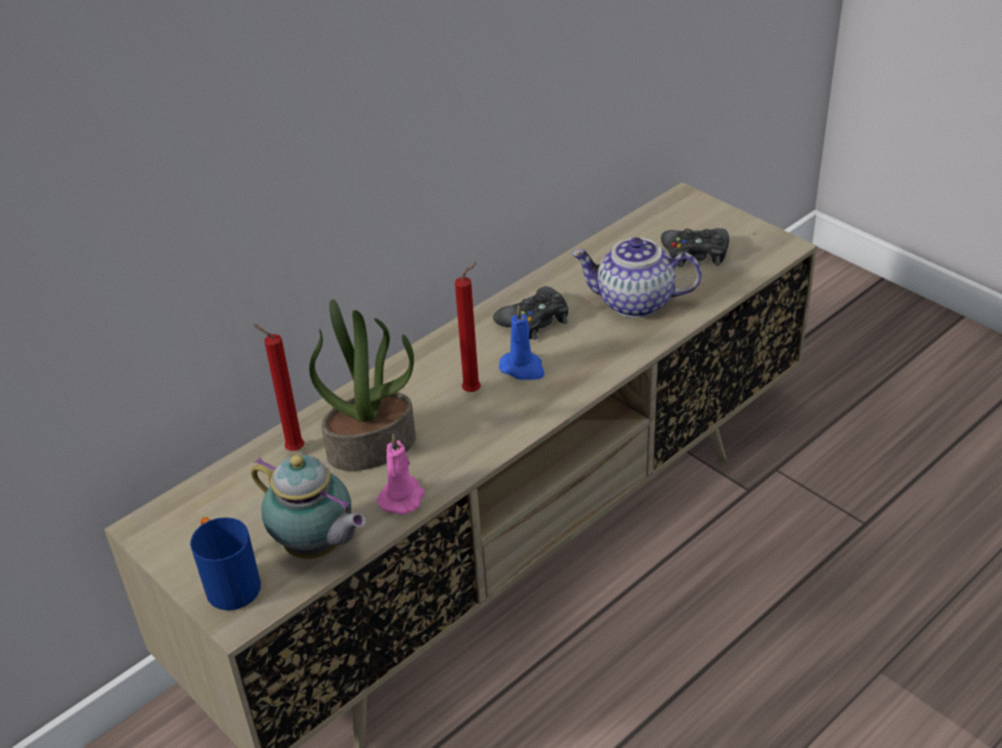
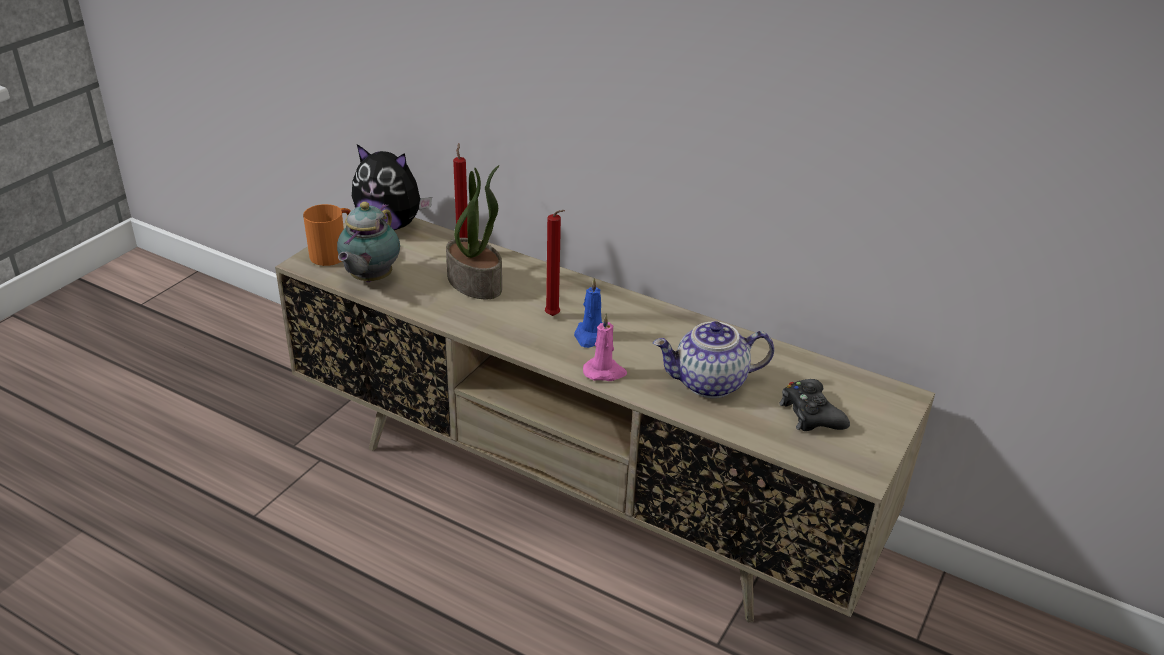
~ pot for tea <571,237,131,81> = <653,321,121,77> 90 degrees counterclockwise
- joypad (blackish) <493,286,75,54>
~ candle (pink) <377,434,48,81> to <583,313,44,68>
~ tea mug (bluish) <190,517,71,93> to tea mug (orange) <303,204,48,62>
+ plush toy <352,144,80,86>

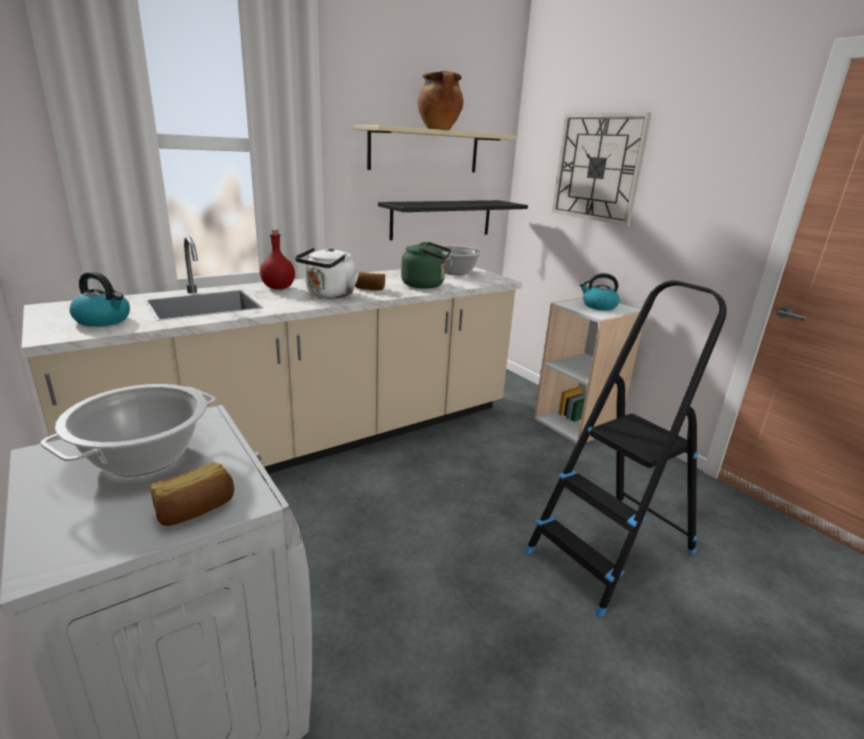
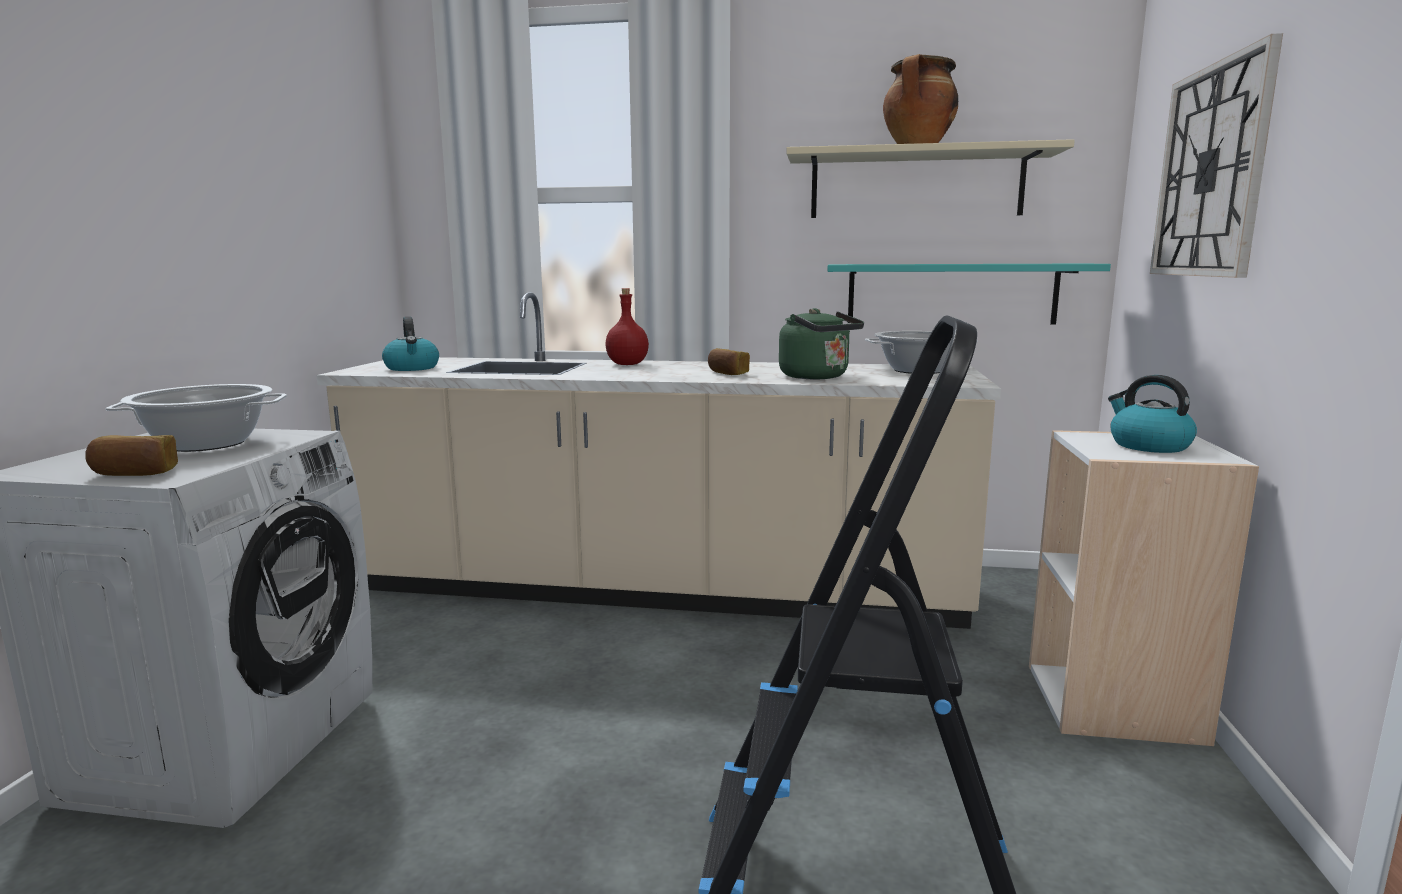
~ bracket shelf (blackish) <378,200,150,40> to bracket shelf (turquoise) <827,264,284,61>
- kettle (white-coloured) <295,247,64,51>

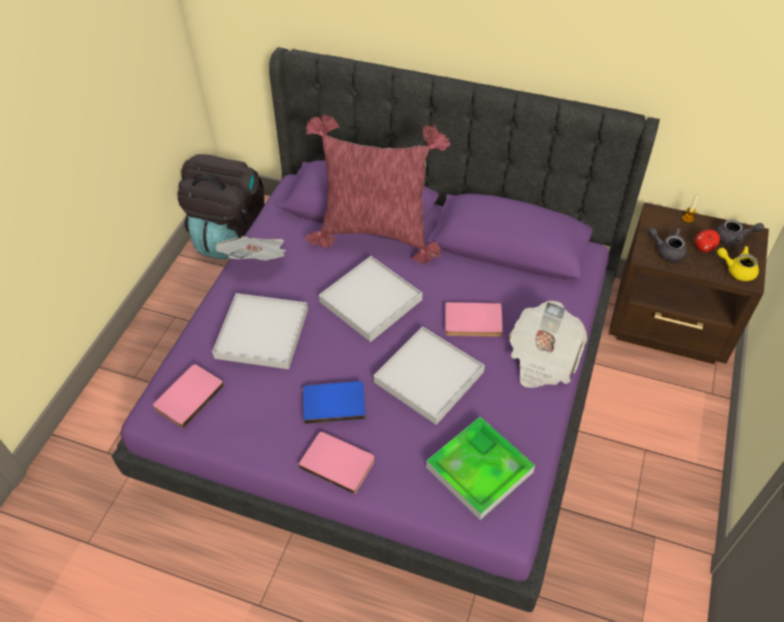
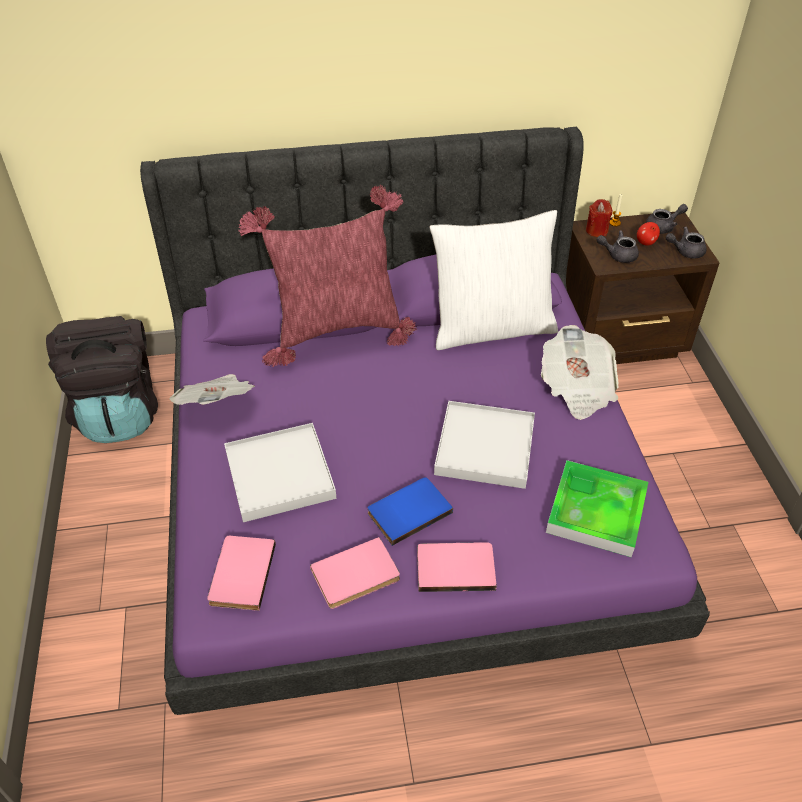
~ pot for tea (yellow) <717,246,42,35> to pot for tea (greyish) <666,227,41,31>
- carrying tray (white-coloured) <319,256,103,86>
~ bound book (pink) <445,302,58,35> to <310,537,90,72>
+ candle (reddish) <586,199,27,38>
+ cushion (white-coloured) <429,210,129,140>

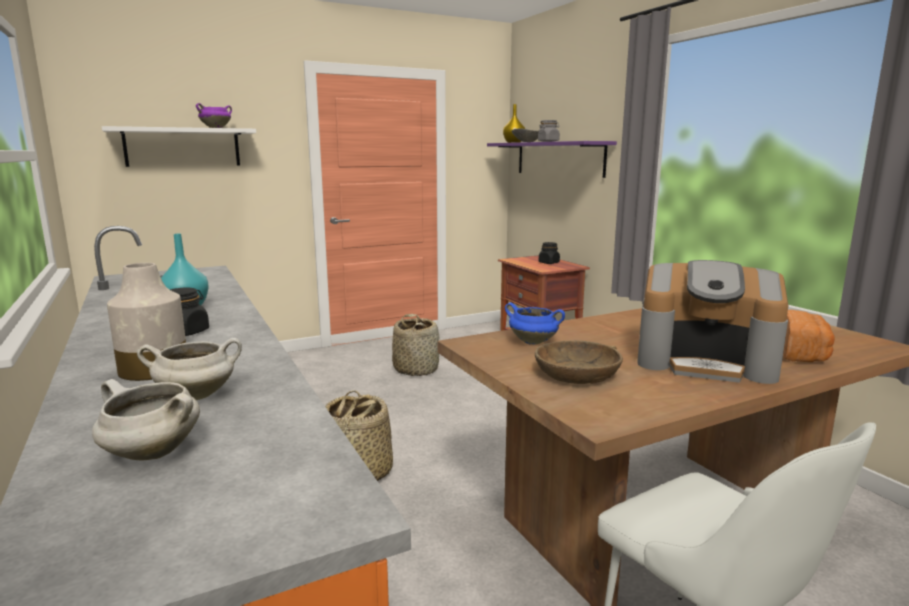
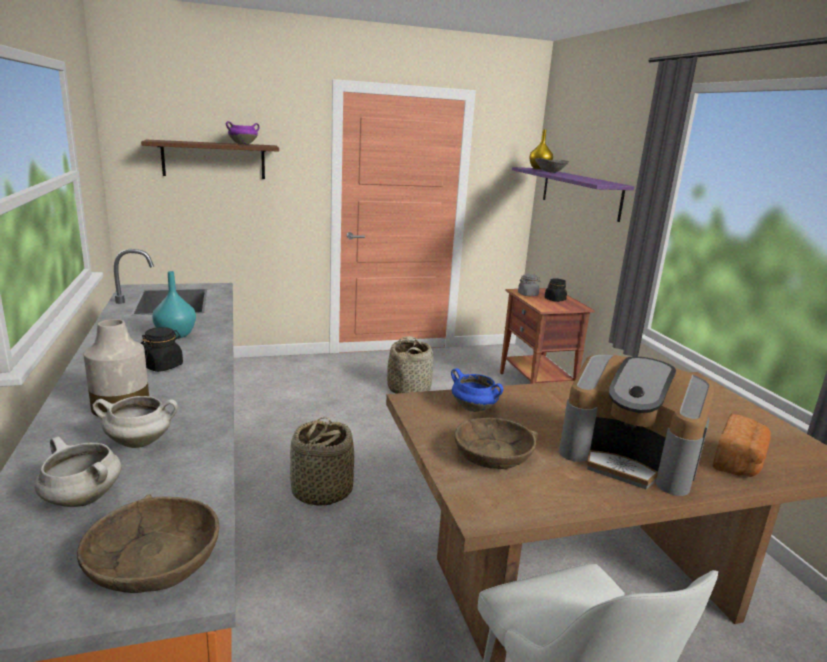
~ preserve jar (greyish) <538,120,22,22> to <518,274,23,22>
~ bracket shelf (white-coloured) <102,126,154,41> to bracket shelf (brown) <141,140,138,39>
+ bowl (brown) <77,494,142,99>

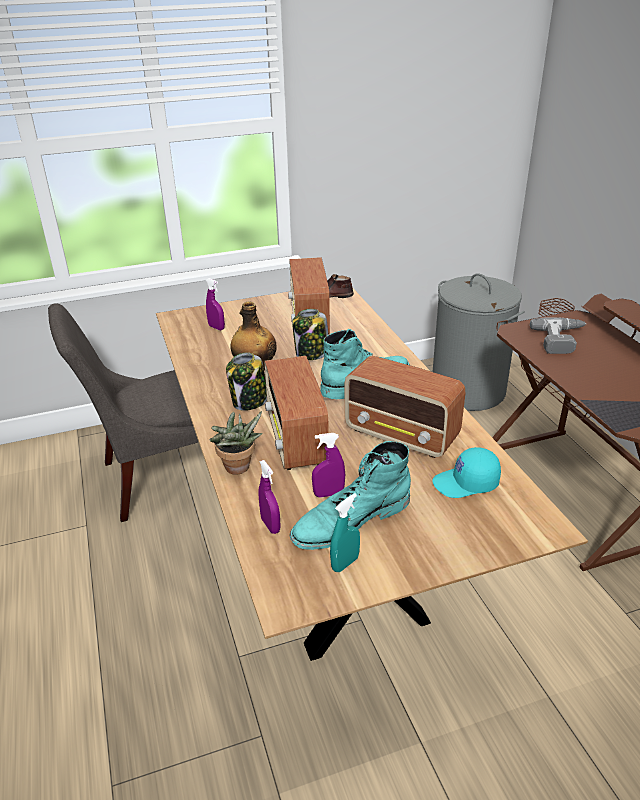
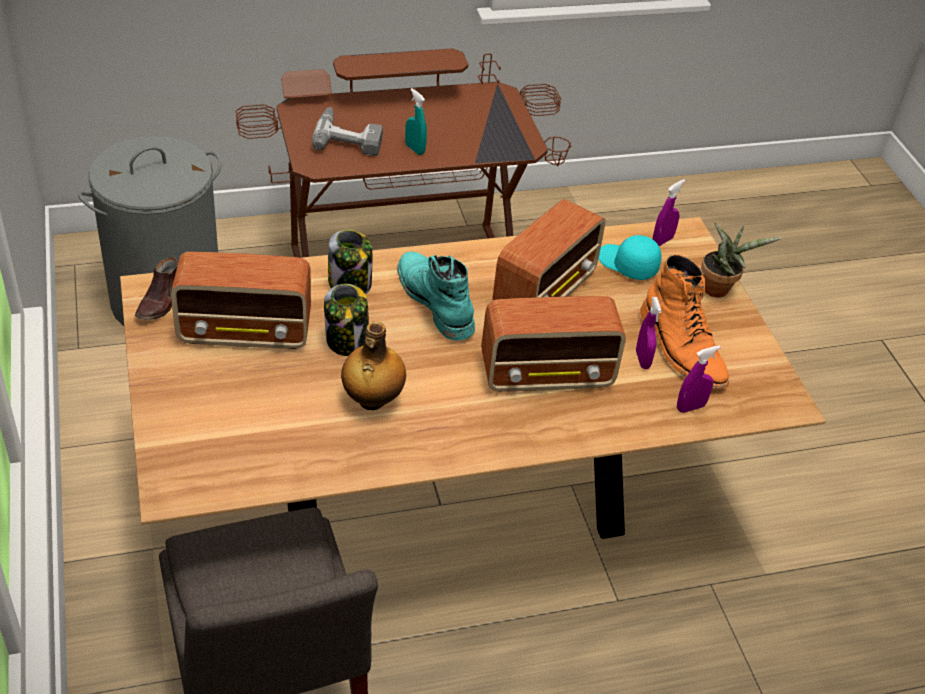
~ hand sprayer (purple-coloured) <206,278,19,52> to <653,179,32,67>
~ preserve jar <226,352,41,59> to <328,230,44,65>
~ plant in a pot <209,411,54,64> to <701,223,80,75>
~ high-top boot (turquoise) <290,441,121,109> to high-top boot (orange) <640,254,89,135>
~ baseball cap (turquoise) <433,447,68,51> = <599,235,63,45> 135 degrees clockwise
~ hand sprayer (turquoise) <330,493,30,79> to <405,88,22,67>

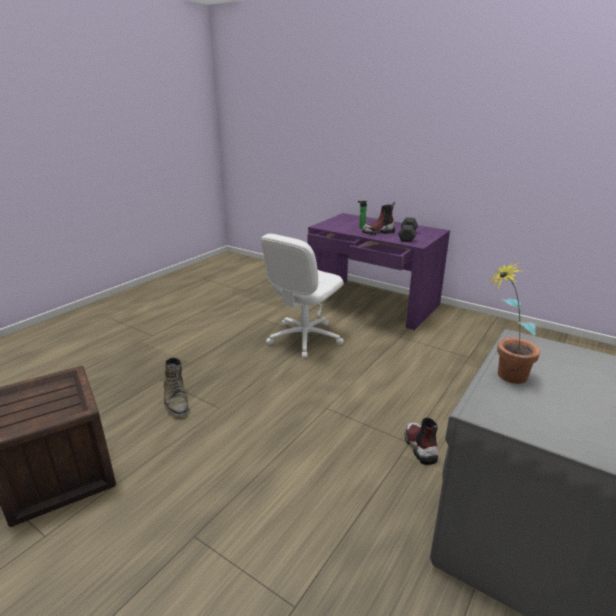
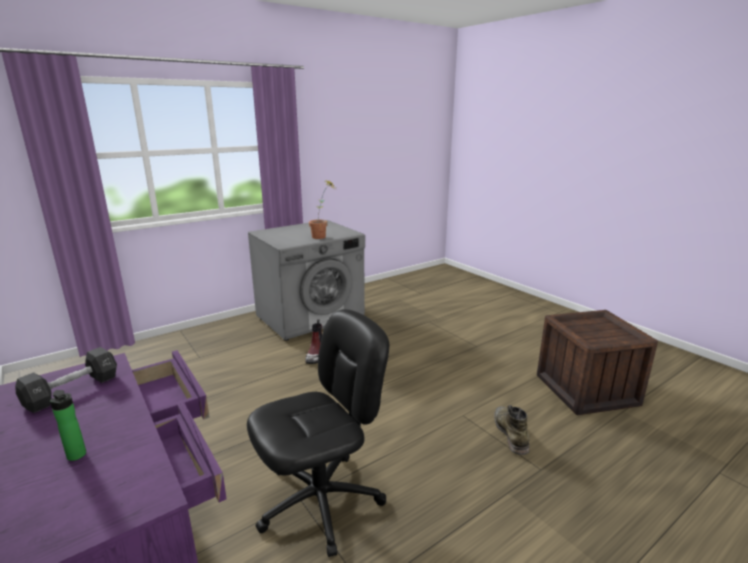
- high-top boot <362,202,33,33>
~ desk chair (white-coloured) <261,234,83,124> to desk chair (blackish) <247,309,142,248>

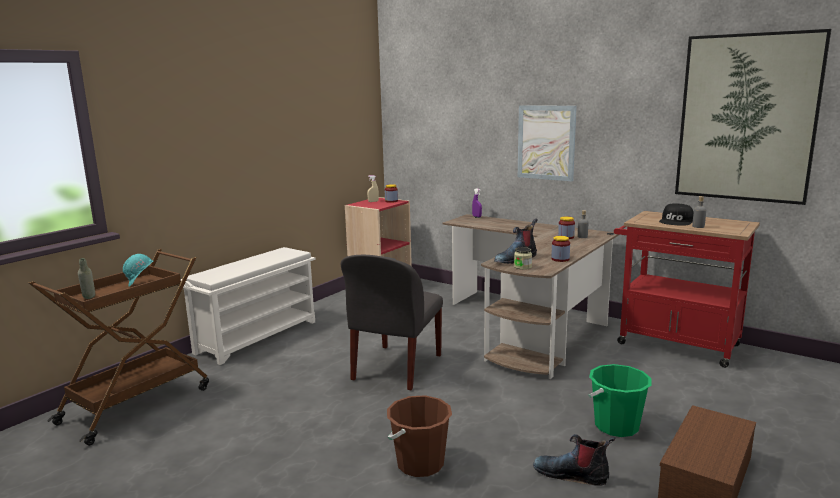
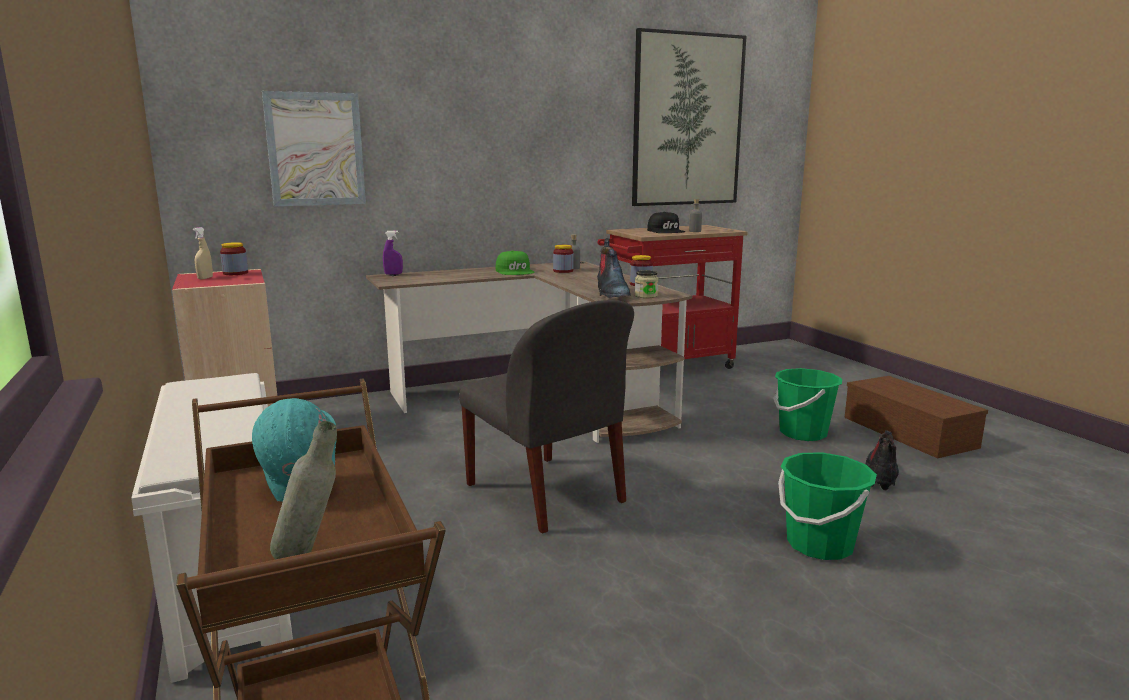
~ wall art <518,105,59,76> to <262,91,104,116>
~ pail (brown) <387,395,65,82> to pail (green-coloured) <778,452,99,108>
~ high-top boot <533,434,83,52> = <866,430,33,61> 150 degrees clockwise
+ baseball cap (green-coloured) <496,250,39,25>

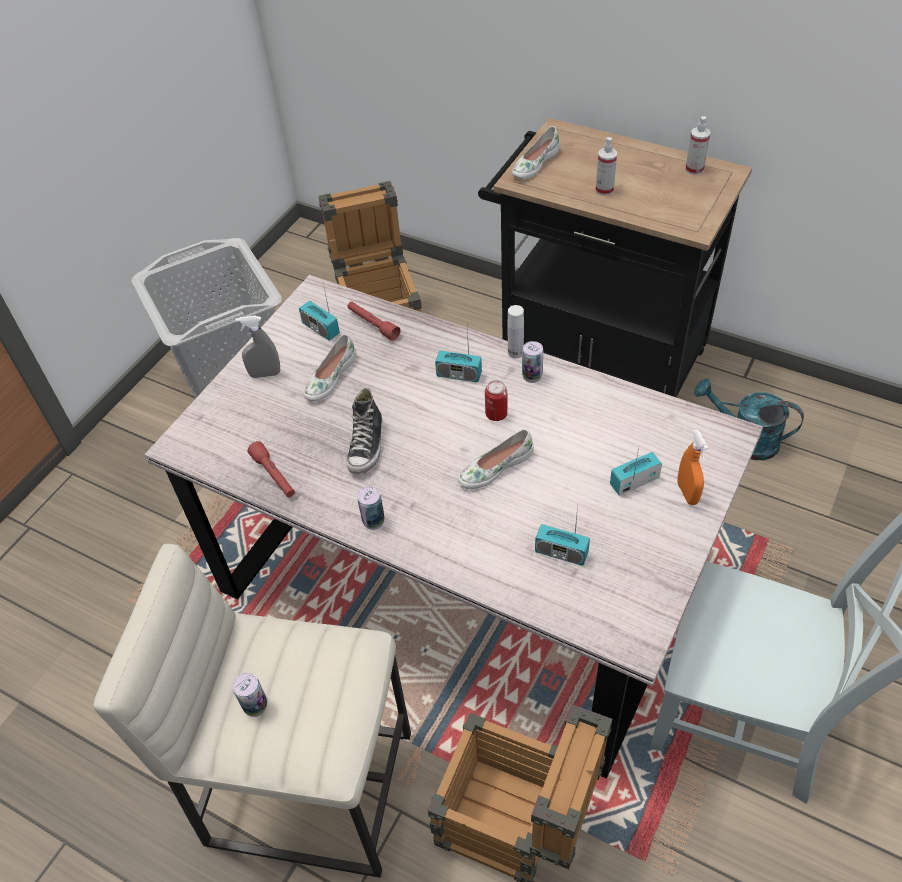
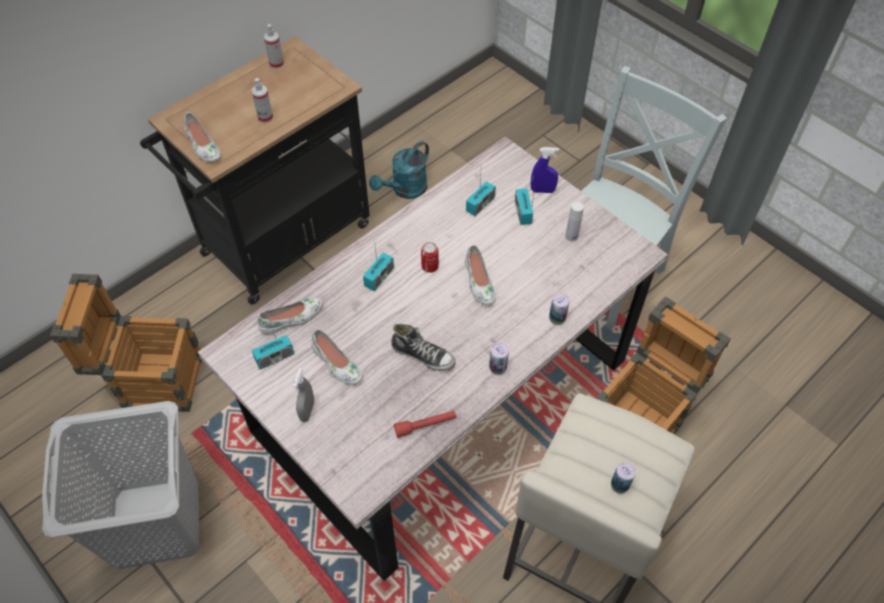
~ hand torch (reddish) <348,302,52,39> to low shoe (white-coloured) <258,298,64,36>
~ drink bottle (white-coloured) <508,305,16,53> to <565,202,19,39>
~ sealed can <522,341,21,42> to <549,293,20,32>
~ hand sprayer (orange) <677,429,32,76> to hand sprayer (bluish) <531,147,28,46>
~ radio receiver <535,506,55,60> to <466,175,30,41>

